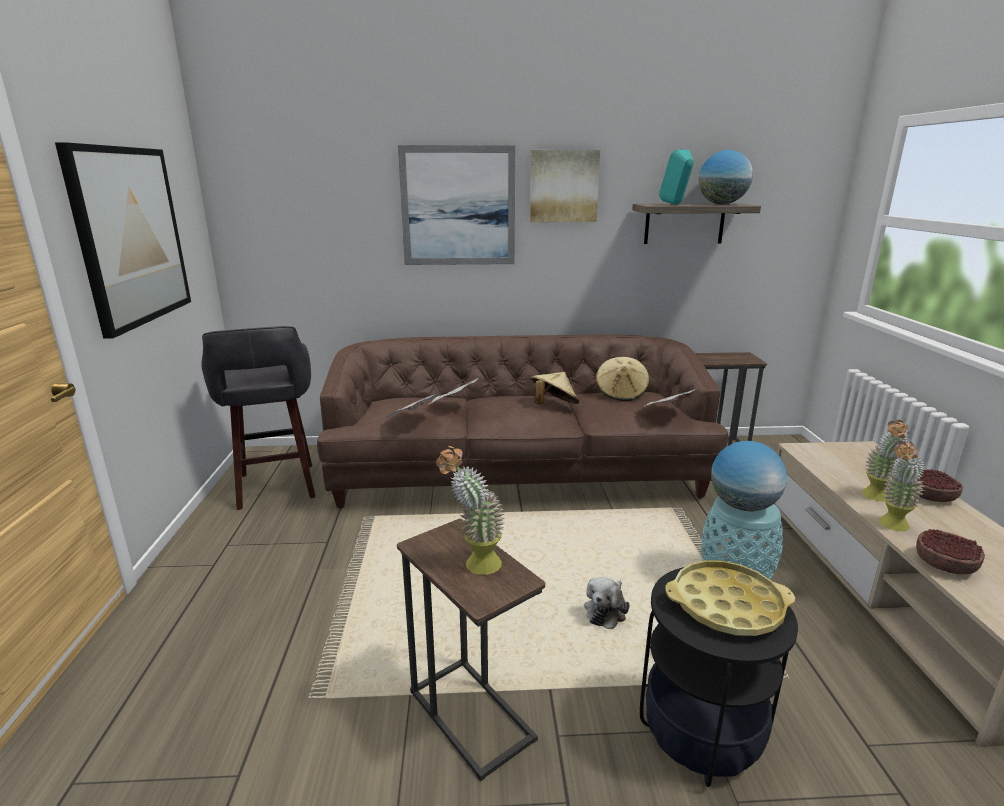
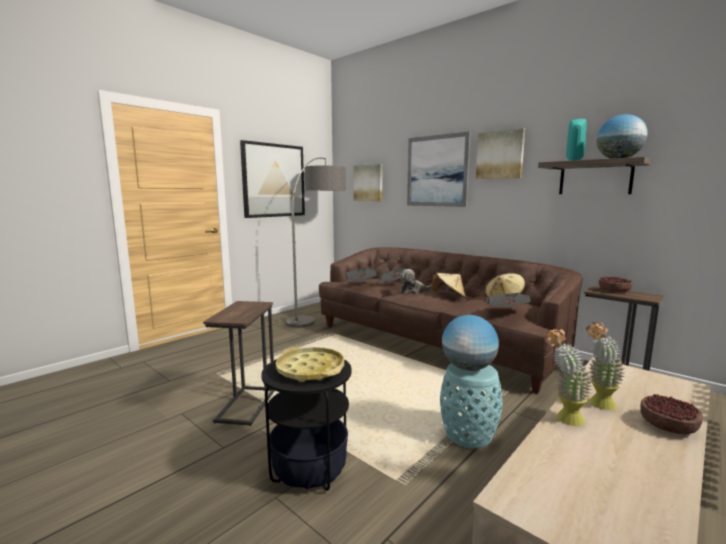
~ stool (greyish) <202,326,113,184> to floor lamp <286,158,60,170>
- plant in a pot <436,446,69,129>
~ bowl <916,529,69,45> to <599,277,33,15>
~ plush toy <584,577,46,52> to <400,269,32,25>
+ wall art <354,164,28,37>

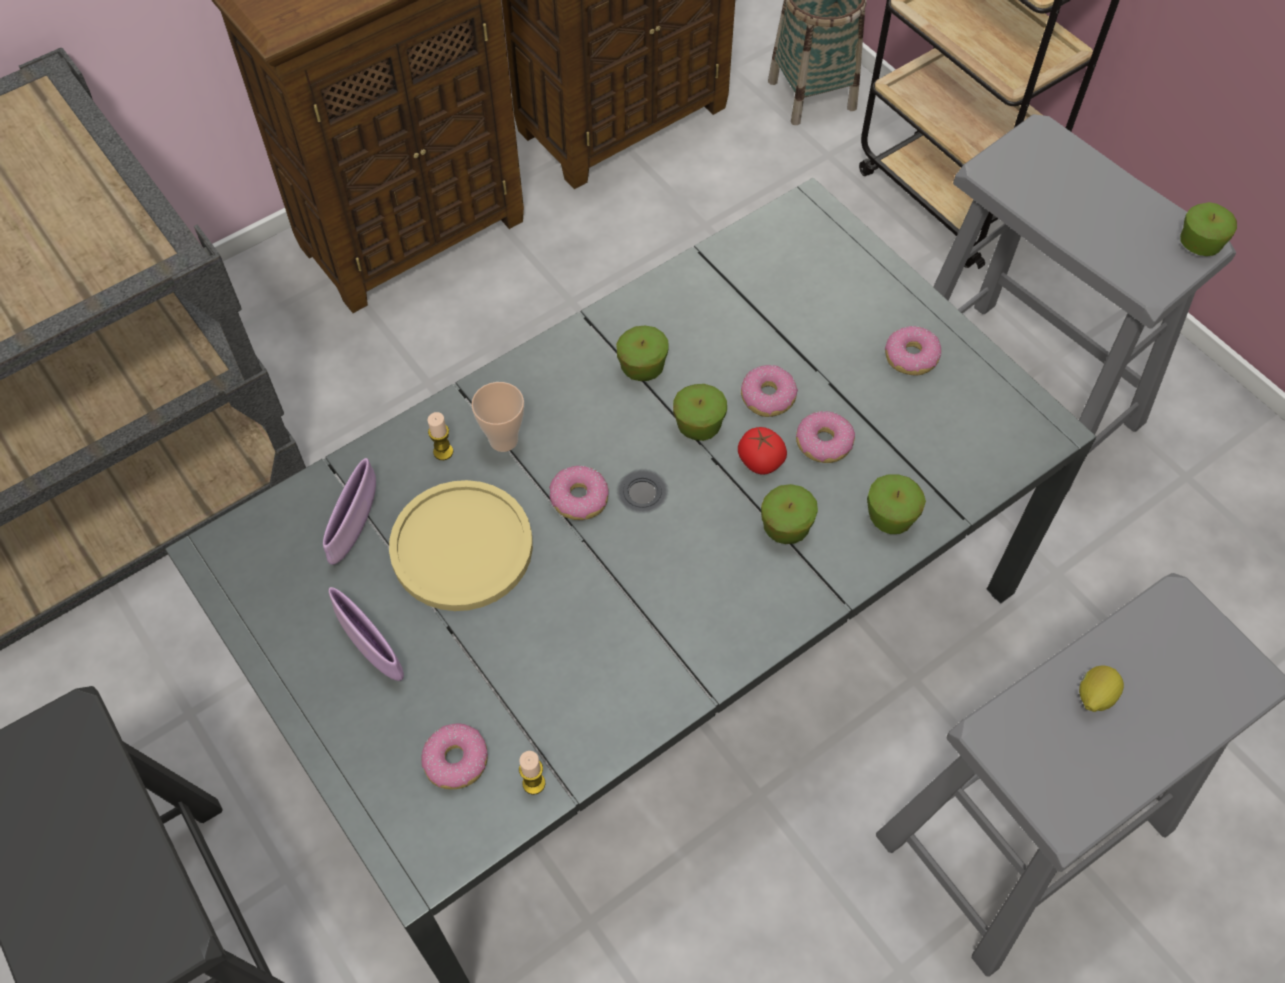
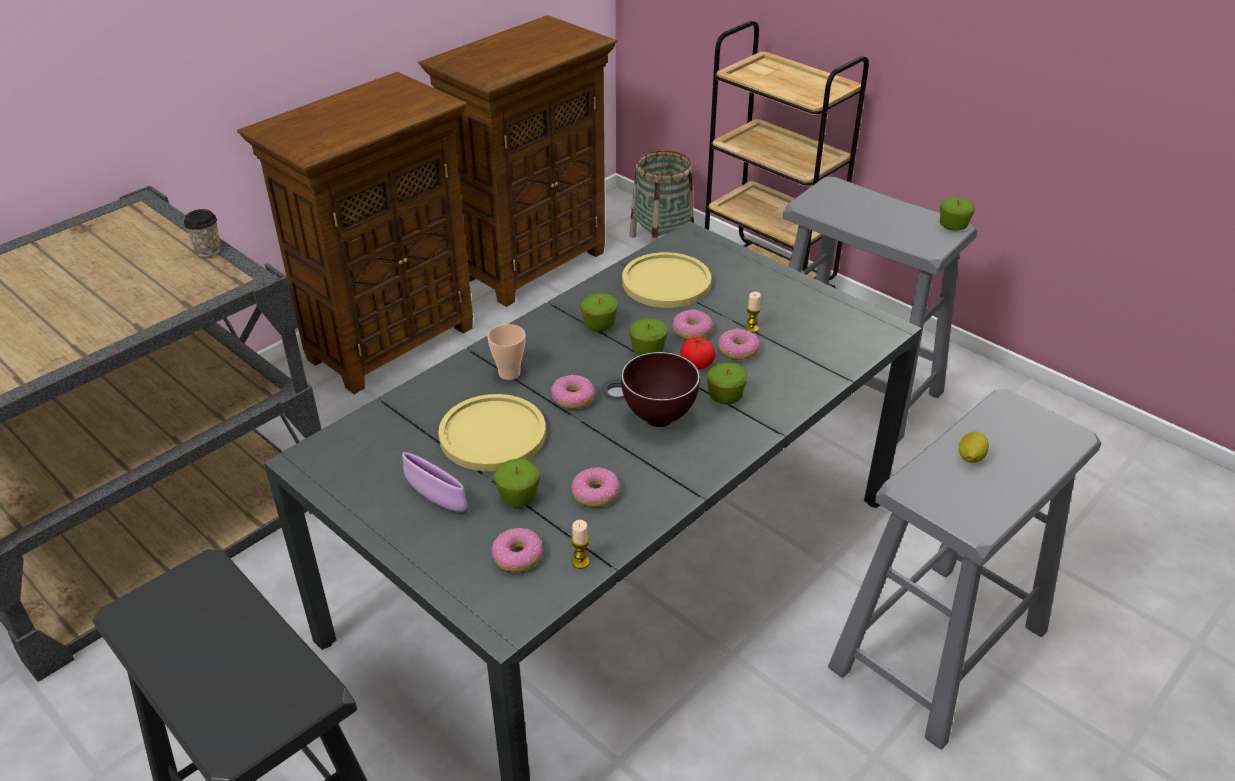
~ ring doughnut <885,326,56,50> to <571,467,48,40>
~ candle <427,412,26,48> to <745,292,16,41>
- bowl (purple-coloured) <323,458,53,107>
~ apple fruit <867,474,59,60> to <494,459,46,48>
+ drinking cup <184,209,37,48>
+ plate (yellow) <622,252,89,56>
+ bowl (brown) <621,352,79,75>

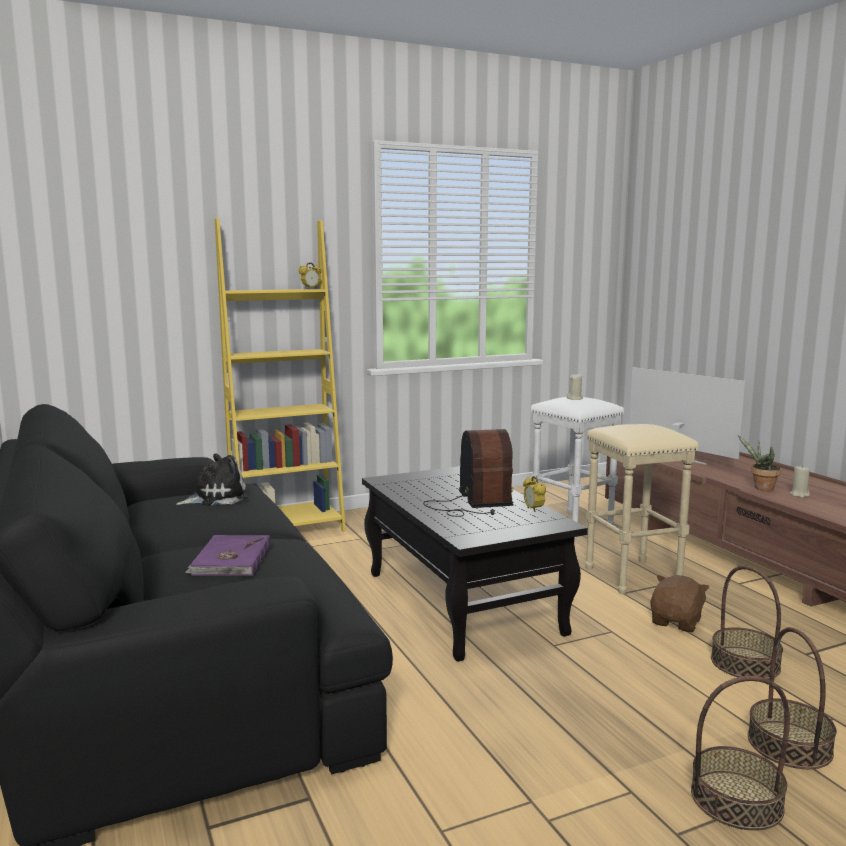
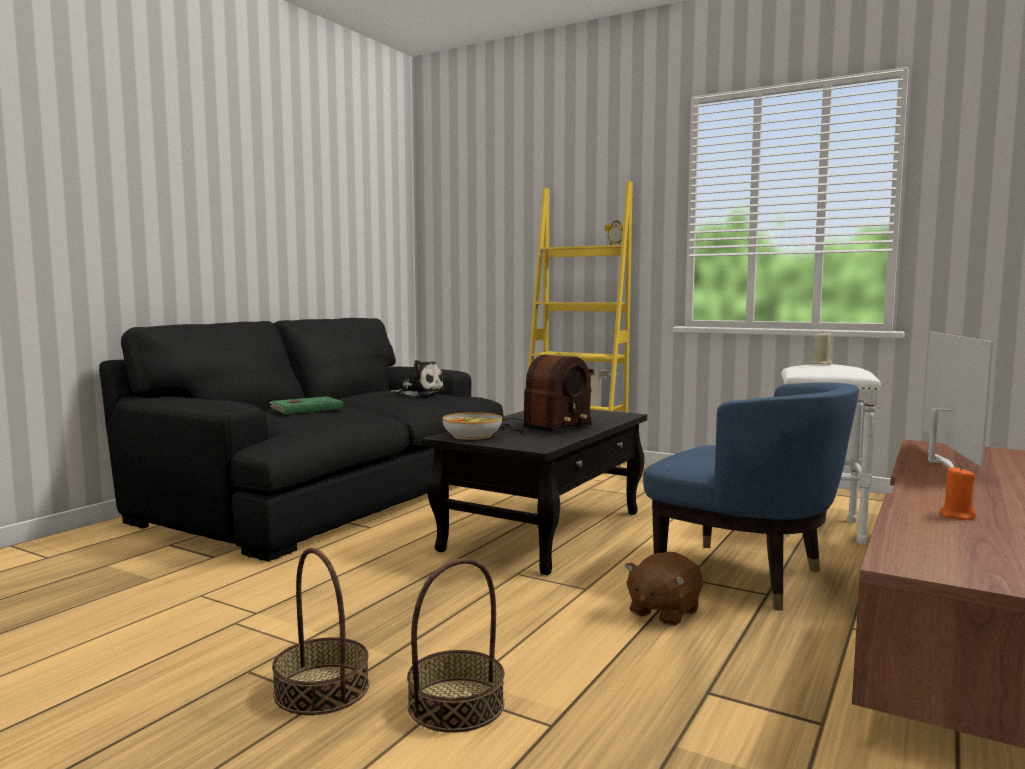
~ stool (beige-coloured) <585,424,114,170> to armchair (bluish) <643,382,216,229>
- plant in a pot <738,435,43,56>
~ candle (beige-coloured) <790,466,20,32> to candle (orange) <939,466,37,54>
- bedside clock <523,476,23,36>
~ bound book (purple-coloured) <185,535,86,41> to bound book (green-coloured) <269,396,74,18>
- basket <711,566,72,113>
~ plush toy (brown) <650,575,60,57> = <625,552,78,74> 135 degrees clockwise
+ bowl <442,412,60,28>

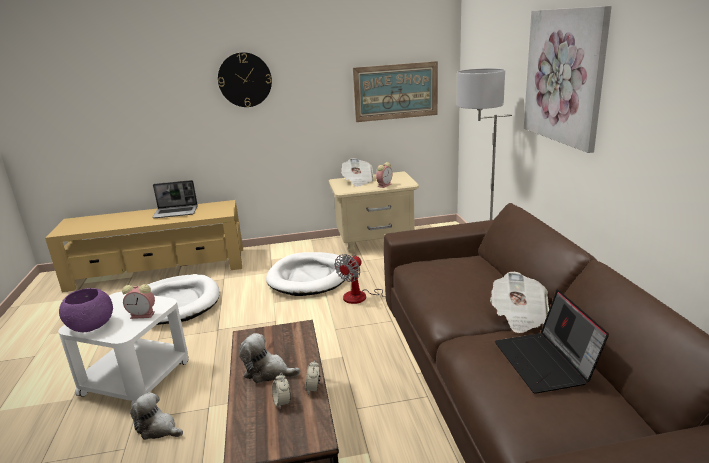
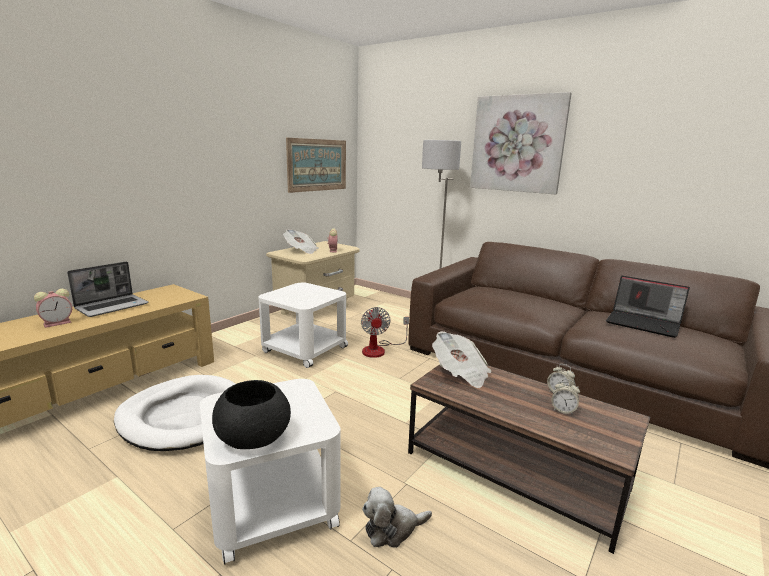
- clock on the wall <218,52,54,55>
~ pet bed (white-coloured) <266,252,80,44> to side table (white-coloured) <258,283,90,85>
~ daily paper <490,272,59,61> to <432,331,59,57>
~ bedside clock <122,284,33,35> to <34,289,38,39>
~ bowl (purple-coloured) <59,288,54,44> to bowl (blackish) <212,380,79,69>
- plush toy <239,333,61,50>

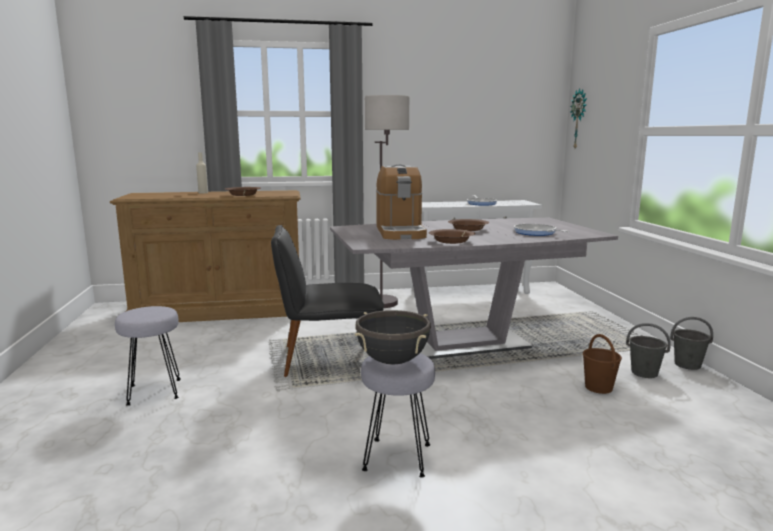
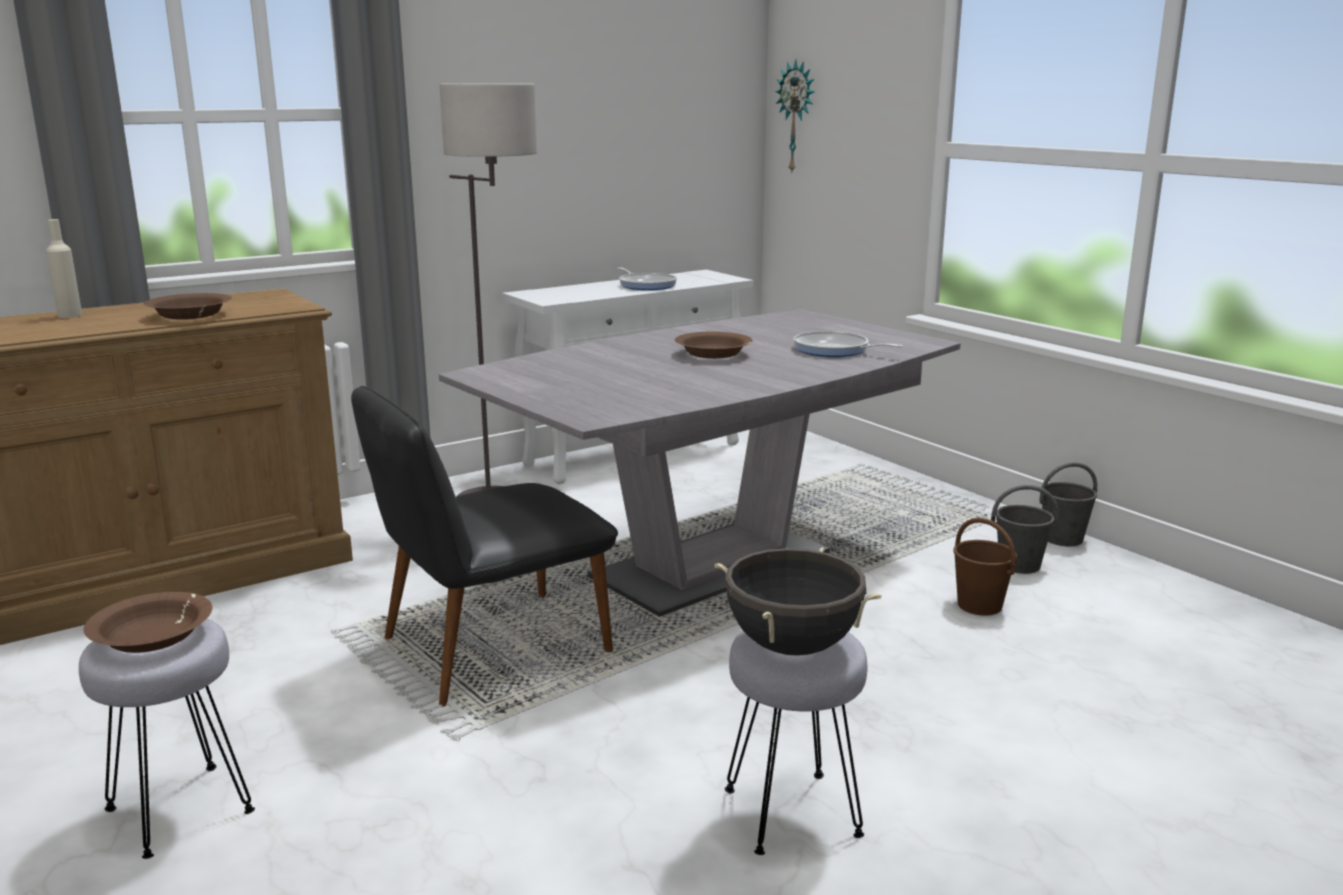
- coffee maker <376,164,51,76>
~ bowl (brown) <429,229,46,15> to <84,592,128,61>

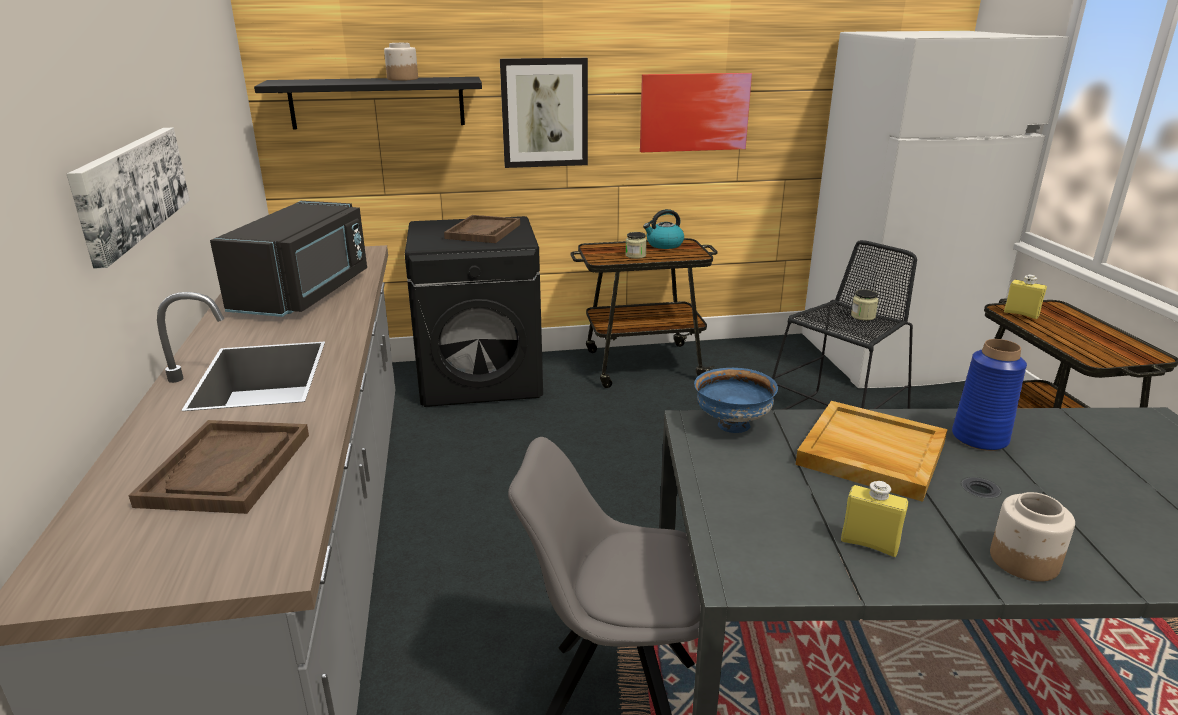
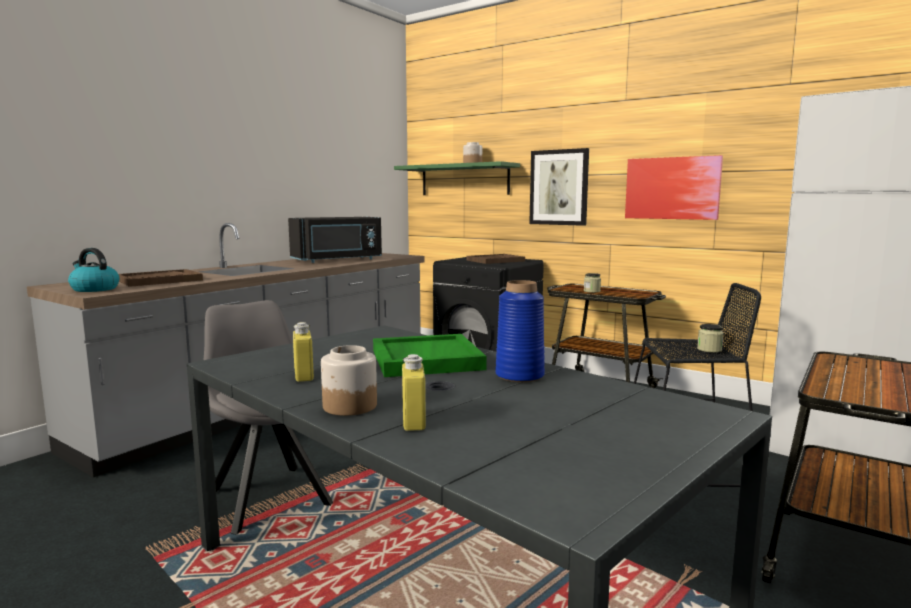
~ bracket shelf (blackish) <254,77,228,52> to bracket shelf (green-coloured) <394,161,126,34>
- wall art <67,128,123,141>
~ kettle <643,209,41,40> to <68,248,51,44>
~ drink bottle (yellow) <1004,275,43,44> to <402,354,24,77>
- bowl (bluish) <694,368,84,65>
~ carrying tray (beige-coloured) <795,401,153,101> to carrying tray (green-coloured) <373,334,114,43>

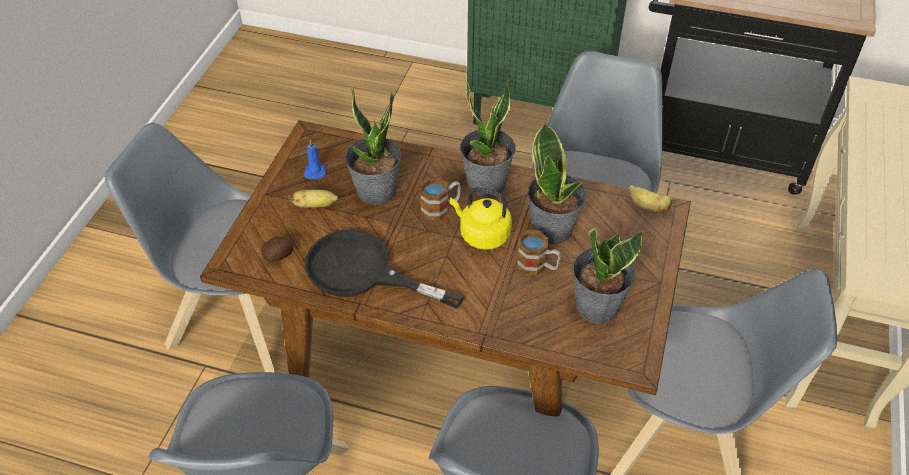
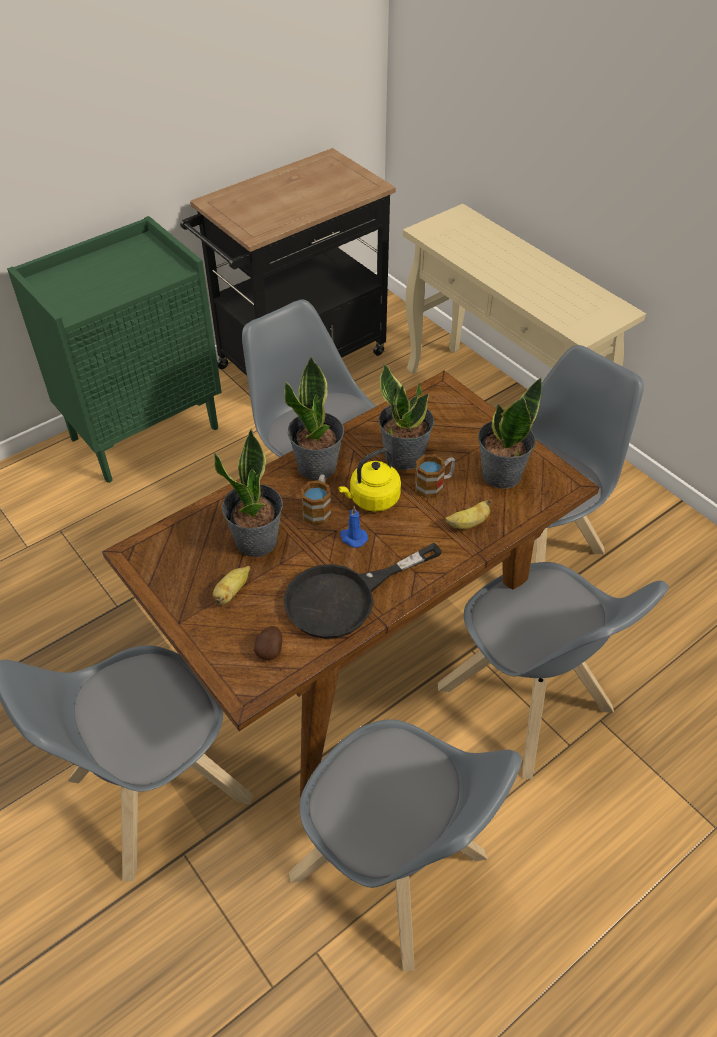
~ candle (bluish) <304,140,22,40> to <340,506,28,42>
~ banana fruit <629,185,48,27> to <445,499,46,30>

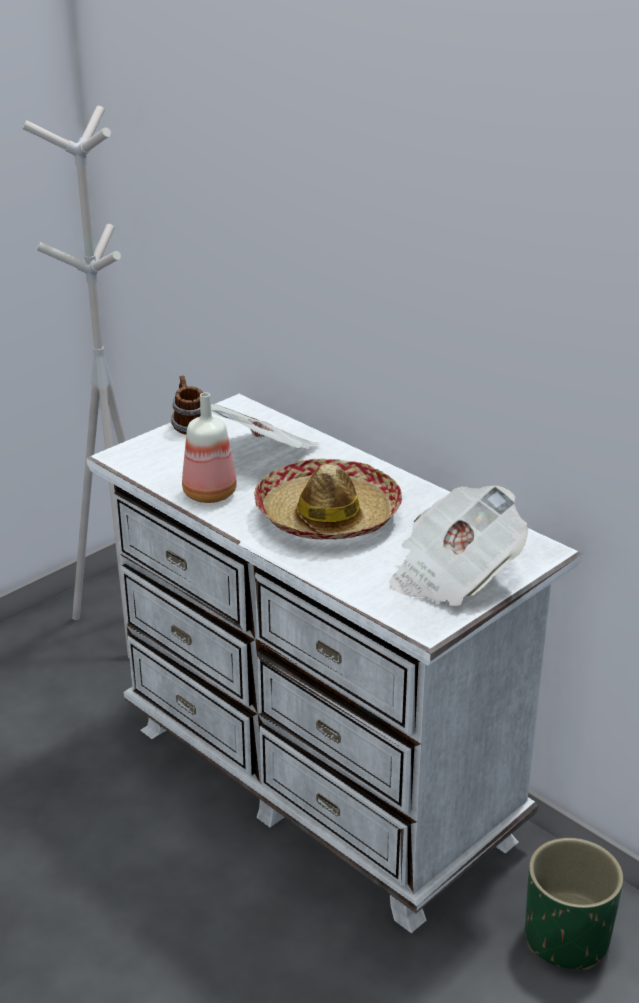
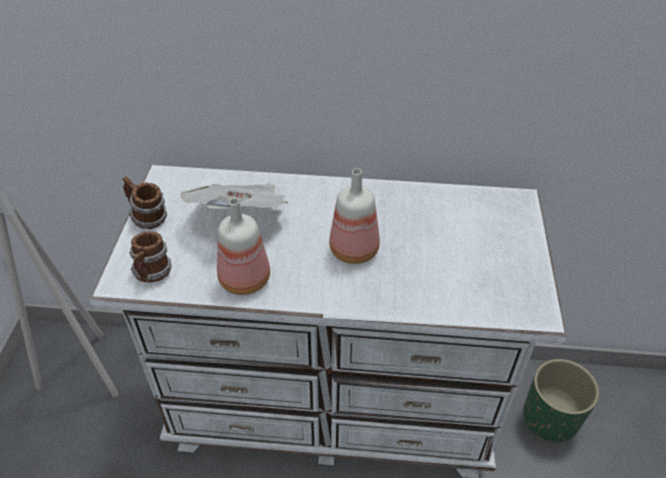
~ clothing hat <254,458,148,82> to drink bottle <329,168,51,96>
- daily paper <389,485,139,121>
+ tea mug <129,232,43,51>

